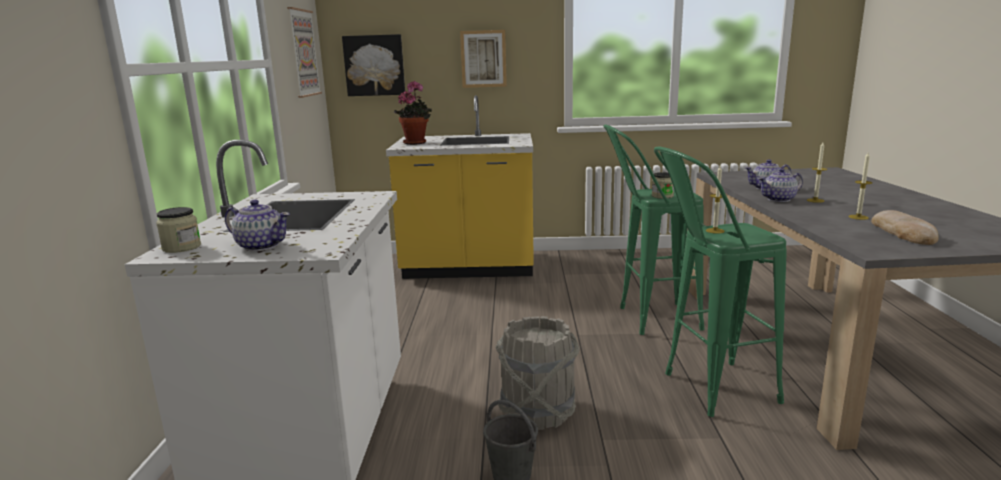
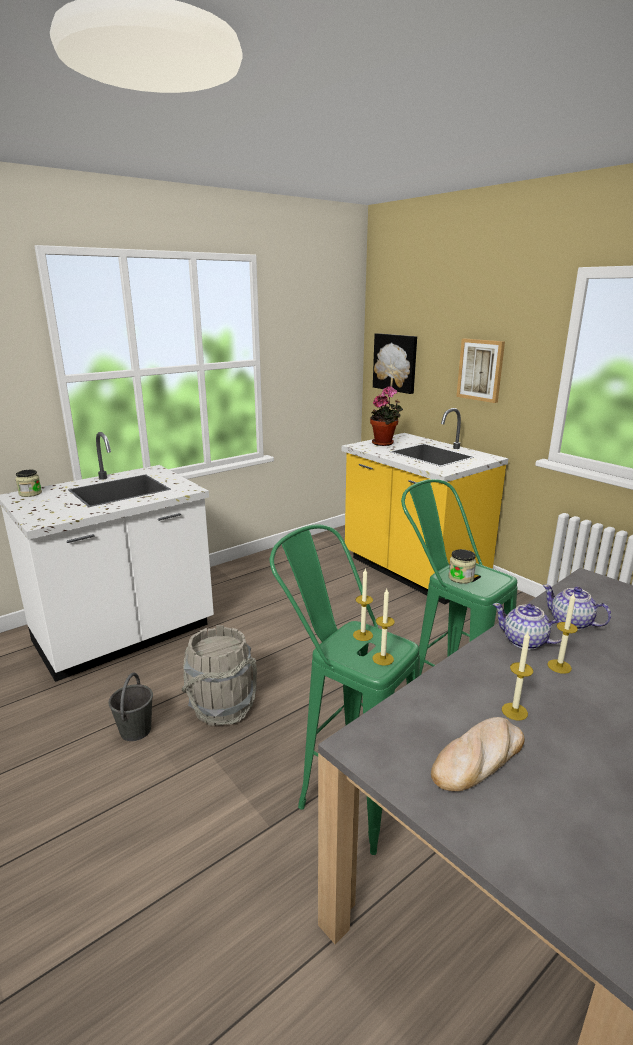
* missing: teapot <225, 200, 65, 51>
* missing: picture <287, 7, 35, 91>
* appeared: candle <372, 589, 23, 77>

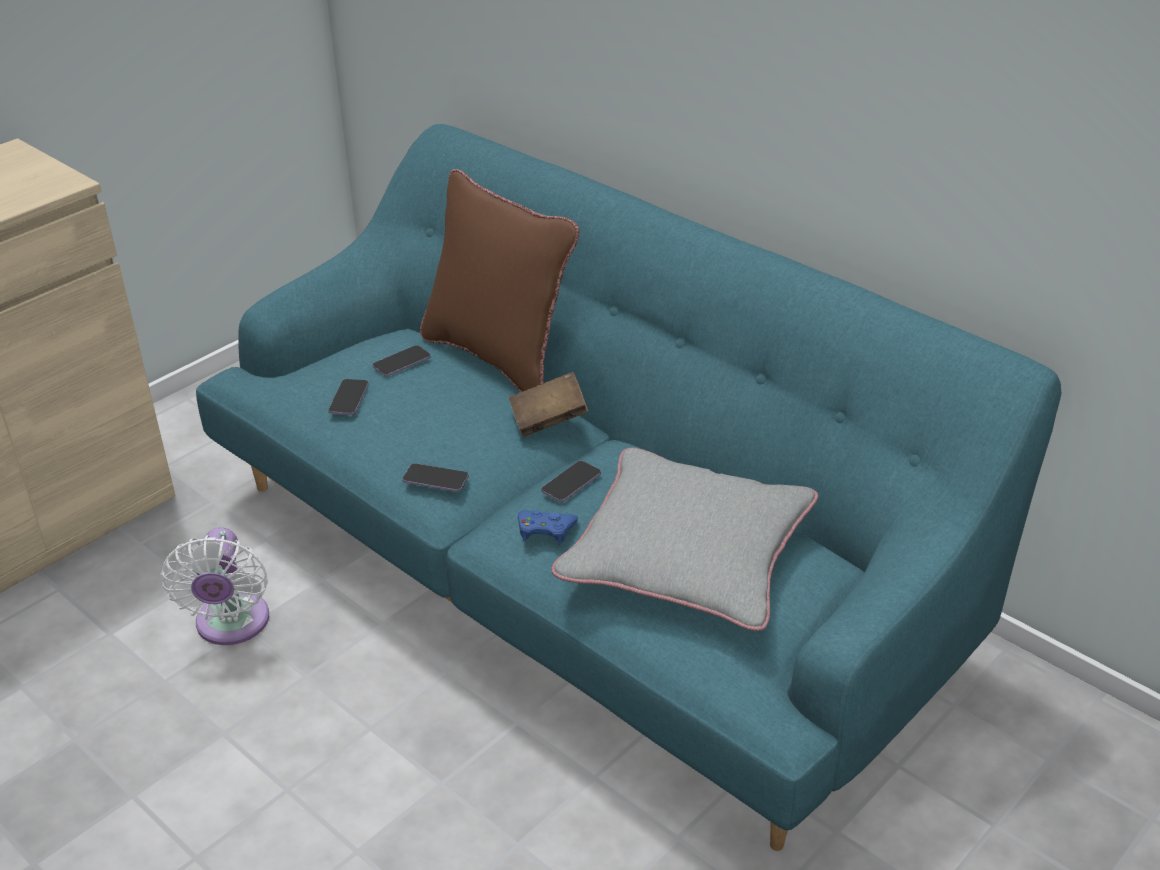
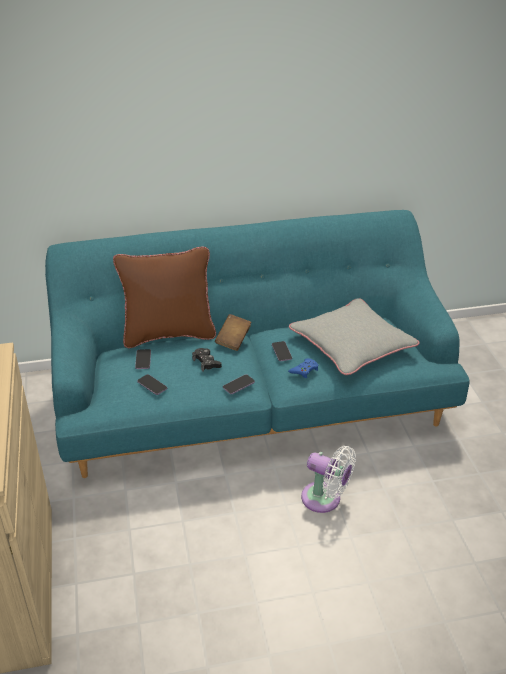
* relocated: white_fan <160, 527, 109, 118> to <301, 446, 55, 67>
* appeared: black_game_controller <192, 348, 30, 23>

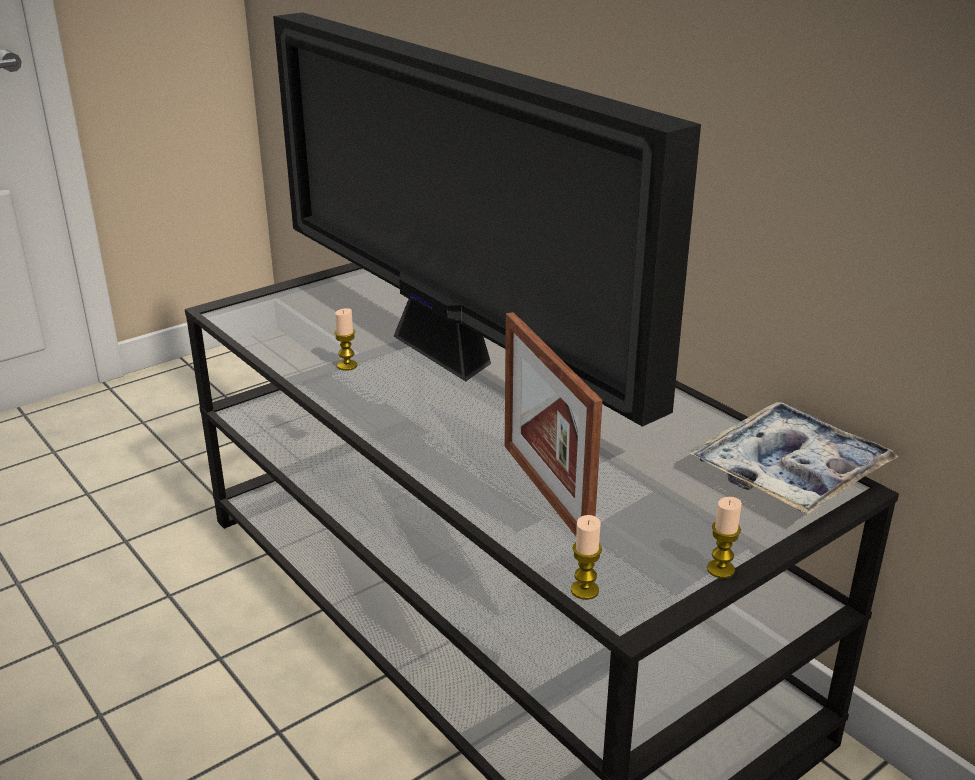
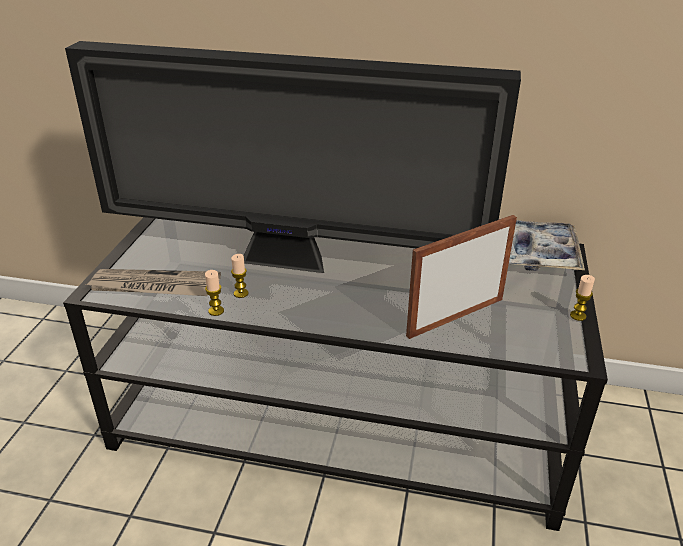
* spun: picture_frame <505, 312, 98, 224> = <406, 215, 111, 124> 120 degrees clockwise
* relocated: candle <571, 515, 31, 85> to <205, 270, 19, 46>
* appeared: newspaper <84, 269, 137, 27>

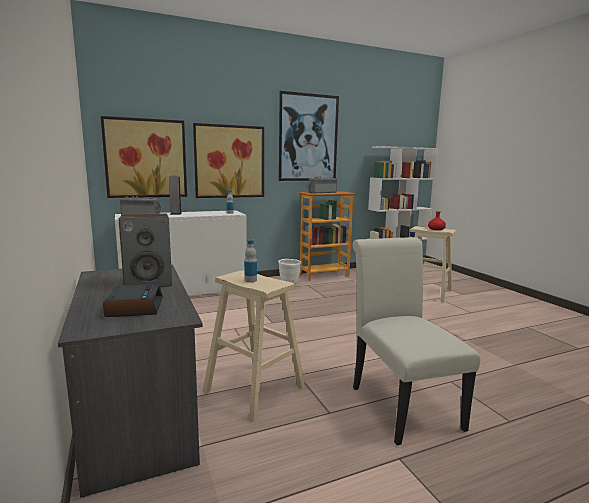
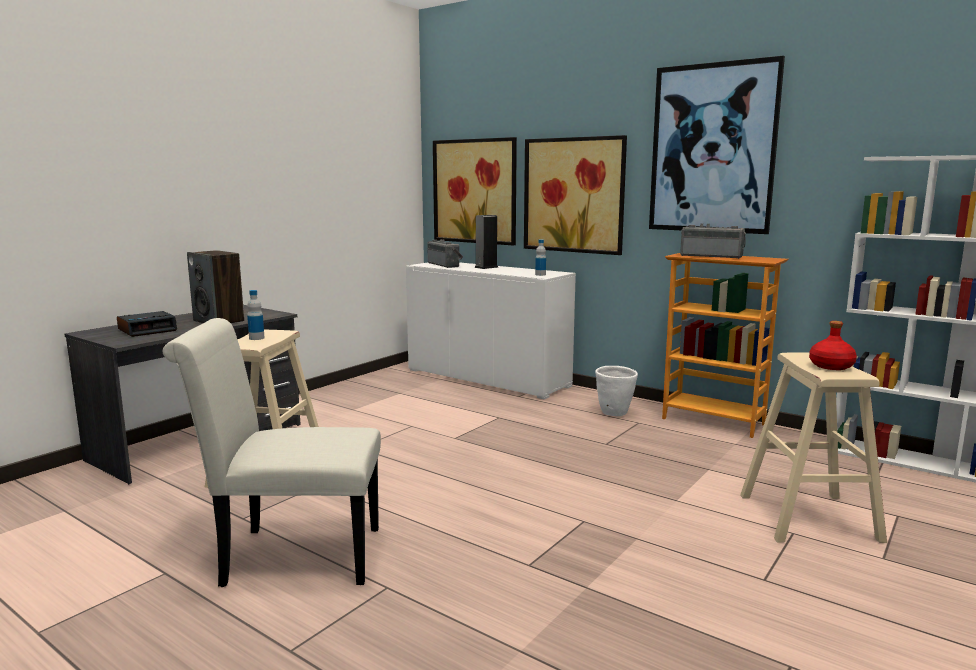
* spun: white_chair <353, 237, 127, 208> = <163, 318, 218, 269> 135 degrees counterclockwise

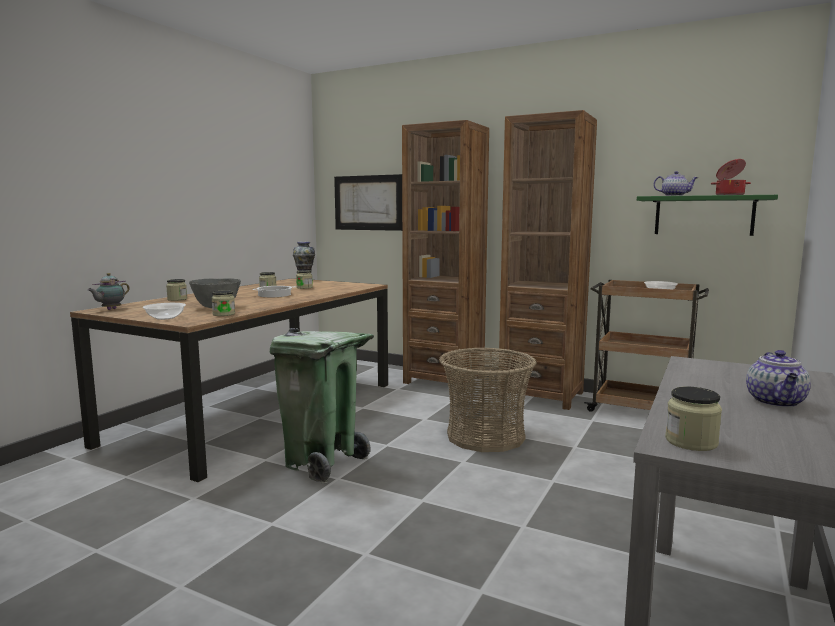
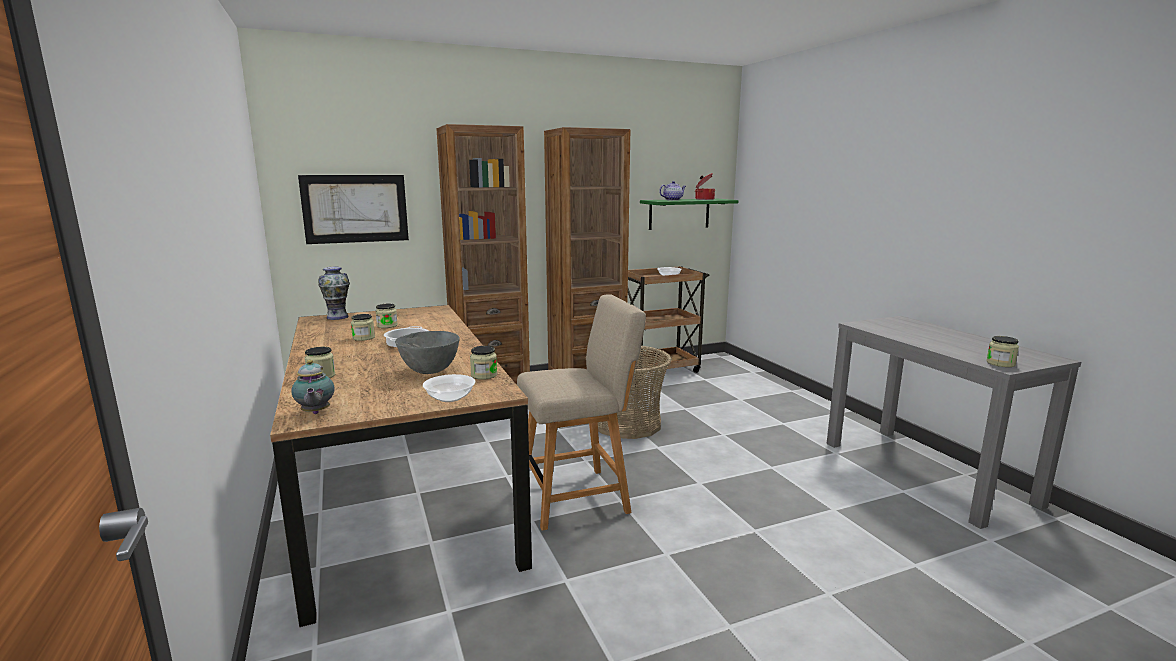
* exchanged: green_trash_can <270, 328, 104, 156> to beige_chair <517, 294, 129, 237>
* missing: teapot <746, 350, 65, 58>

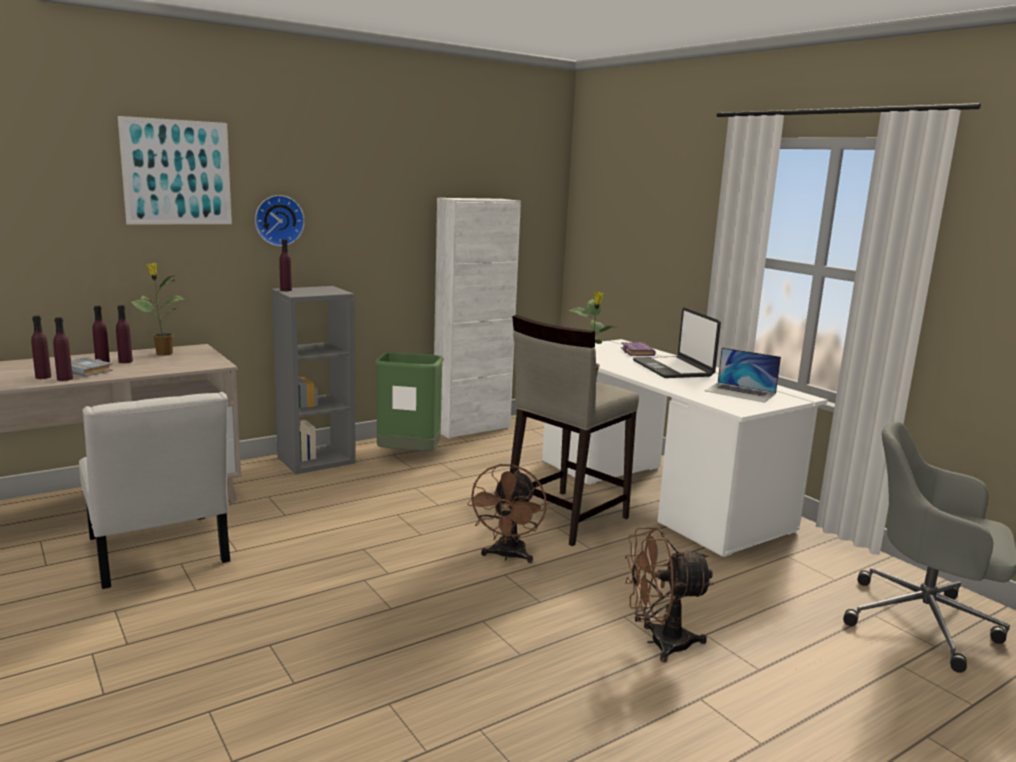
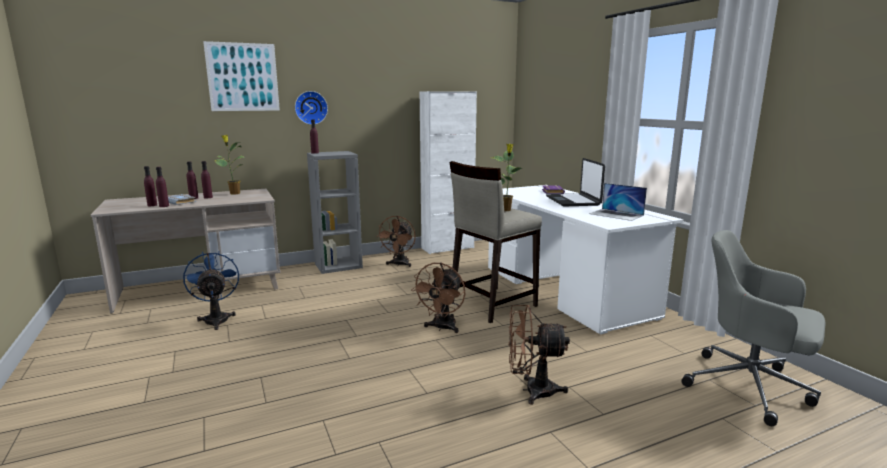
* exchanged: white_chair <79, 392, 151, 197> to blue_fan <183, 252, 56, 78>
* exchanged: green_trash_can <375, 352, 69, 99> to brown_fan <376, 216, 40, 51>

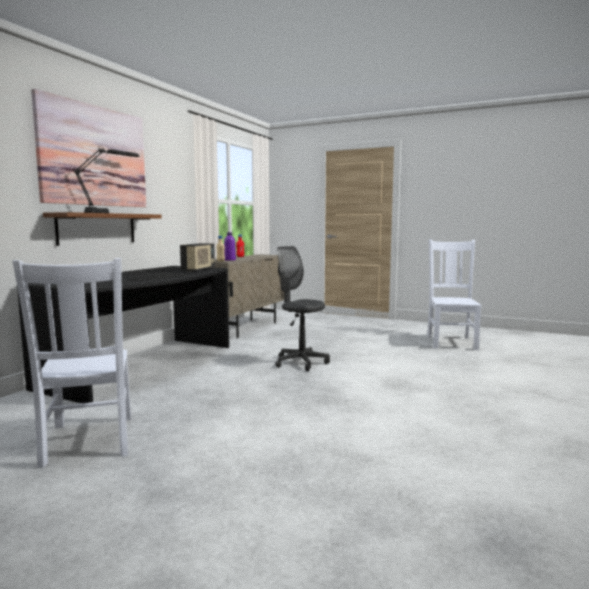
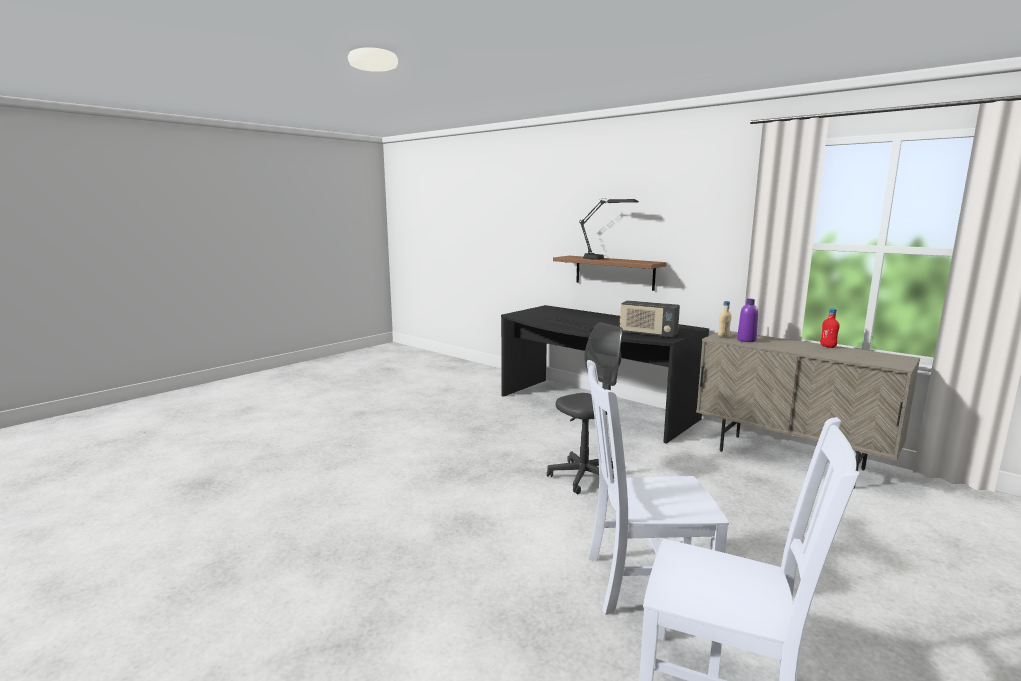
* relocated: white_chair <12, 258, 119, 210> to <587, 360, 142, 255>
* missing: picture <31, 89, 115, 118>

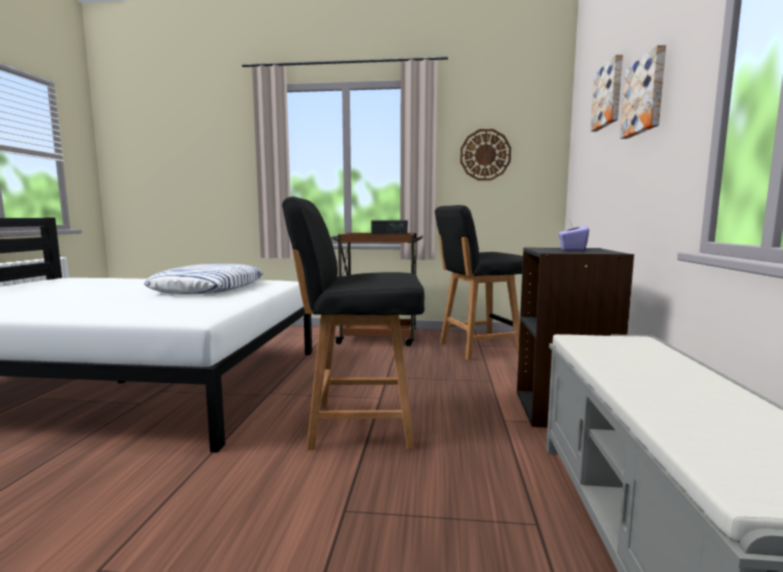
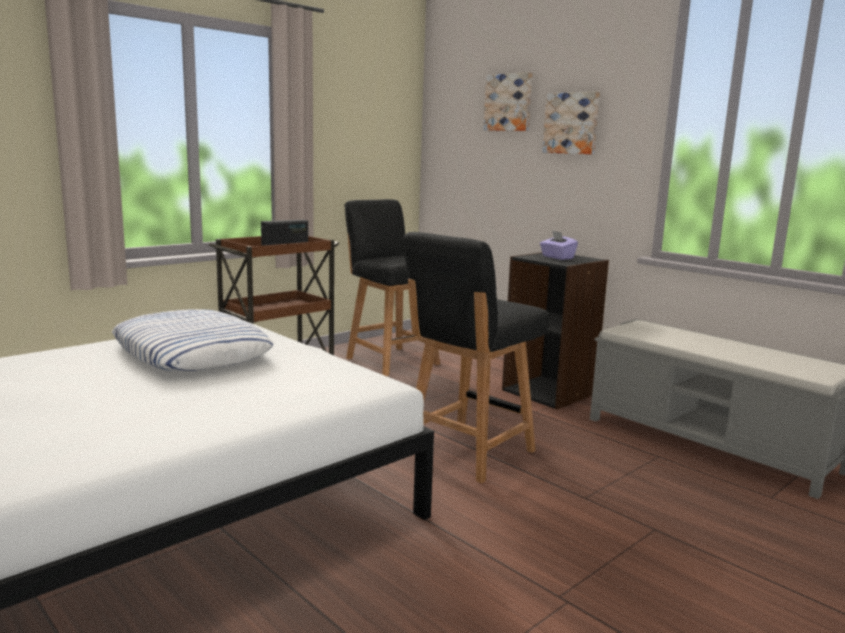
* spun: black_chair <435, 205, 88, 155> = <344, 199, 96, 177> 120 degrees clockwise
* missing: wall_clock <460, 129, 51, 52>

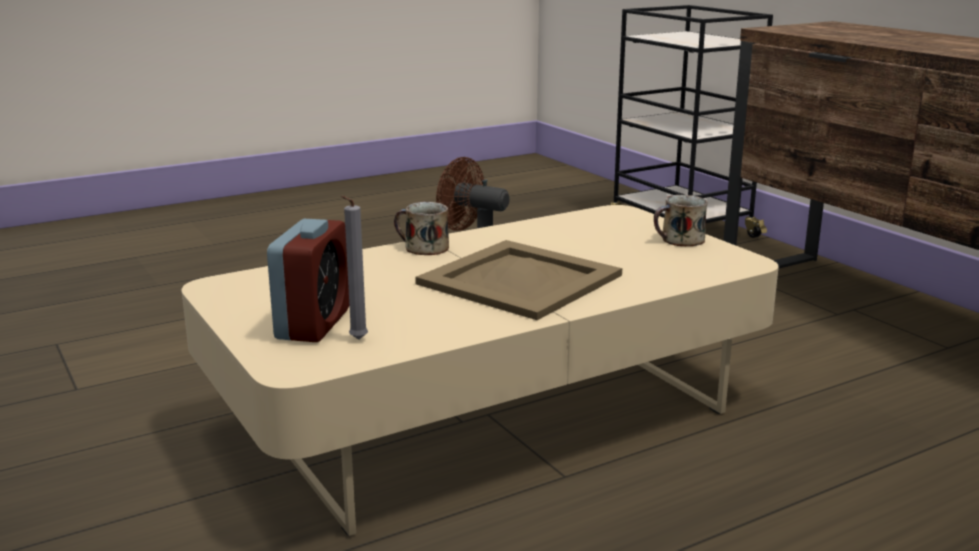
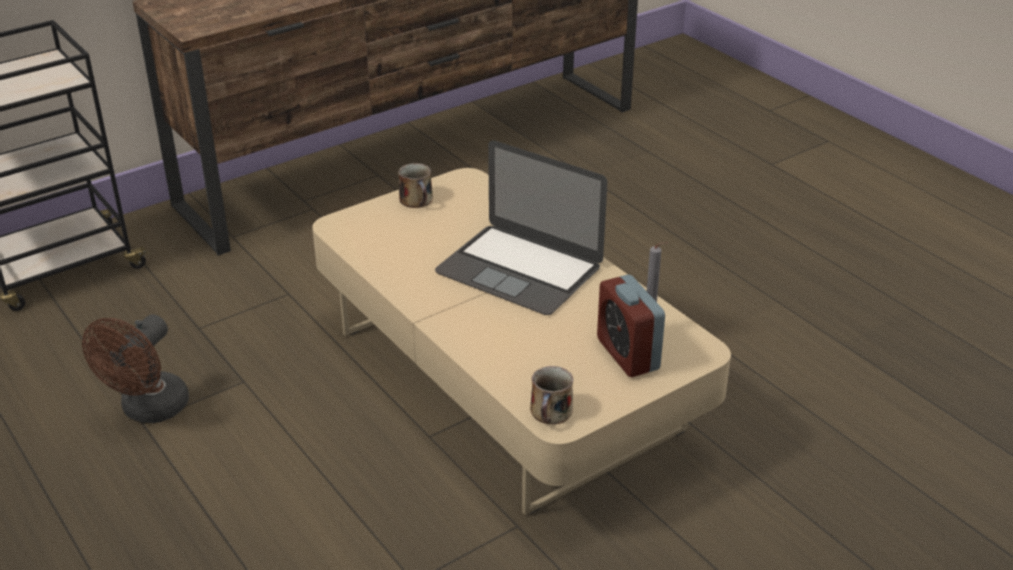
* spun: alarm_clock <267, 219, 82, 123> = <597, 275, 68, 102> 120 degrees counterclockwise
* relocated: mug <394, 202, 55, 53> to <530, 366, 43, 58>
* exchanged: beige_tray <415, 240, 207, 80> to laptop <435, 140, 172, 175>

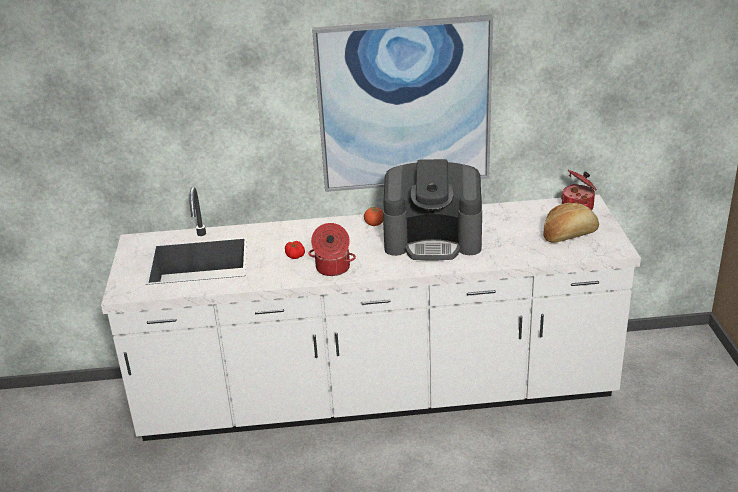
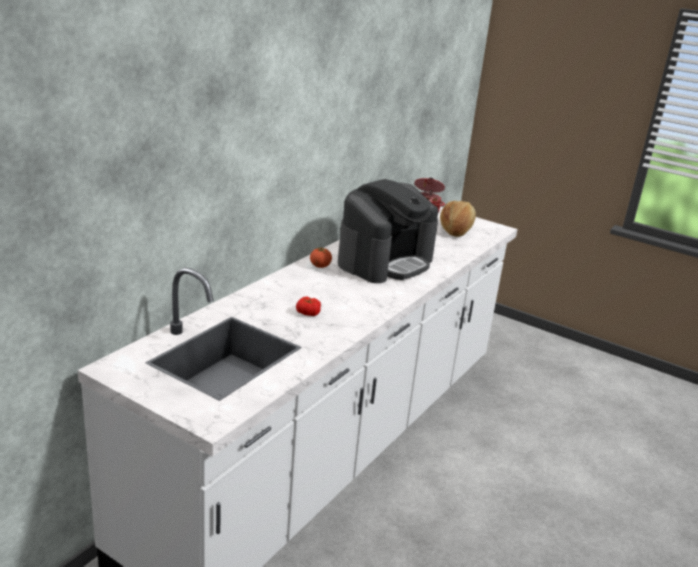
* missing: cooking_pot <308, 223, 48, 53>
* missing: picture <312, 15, 181, 177>

